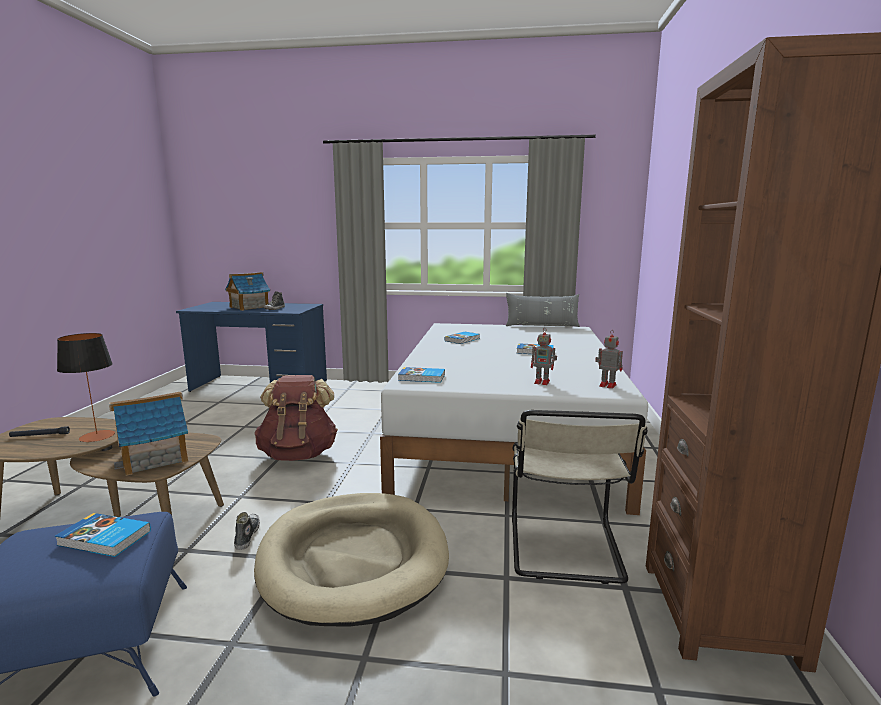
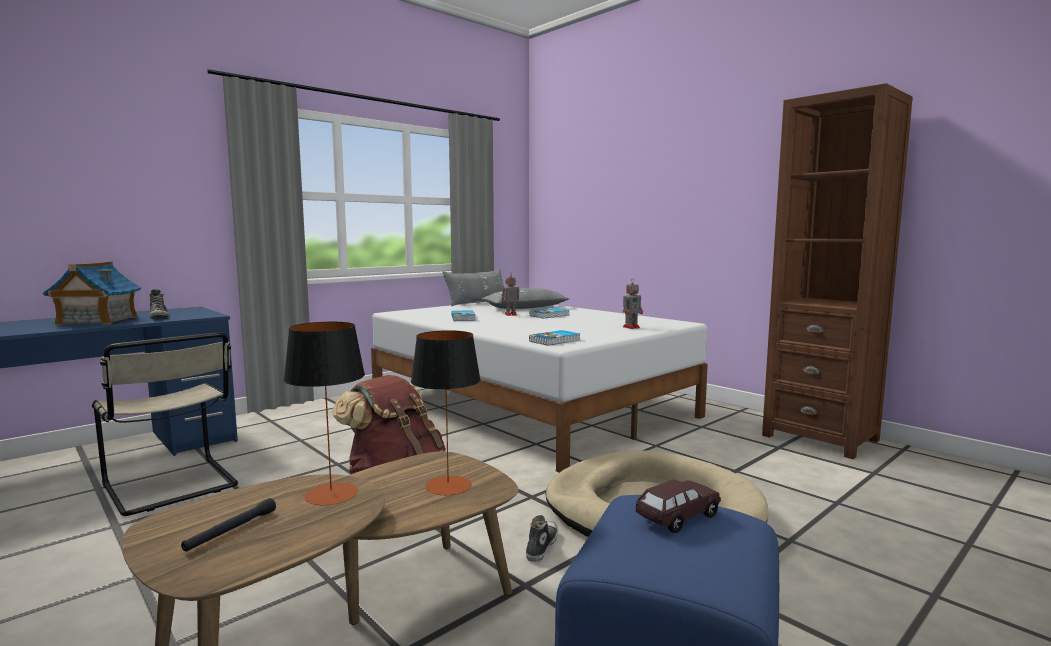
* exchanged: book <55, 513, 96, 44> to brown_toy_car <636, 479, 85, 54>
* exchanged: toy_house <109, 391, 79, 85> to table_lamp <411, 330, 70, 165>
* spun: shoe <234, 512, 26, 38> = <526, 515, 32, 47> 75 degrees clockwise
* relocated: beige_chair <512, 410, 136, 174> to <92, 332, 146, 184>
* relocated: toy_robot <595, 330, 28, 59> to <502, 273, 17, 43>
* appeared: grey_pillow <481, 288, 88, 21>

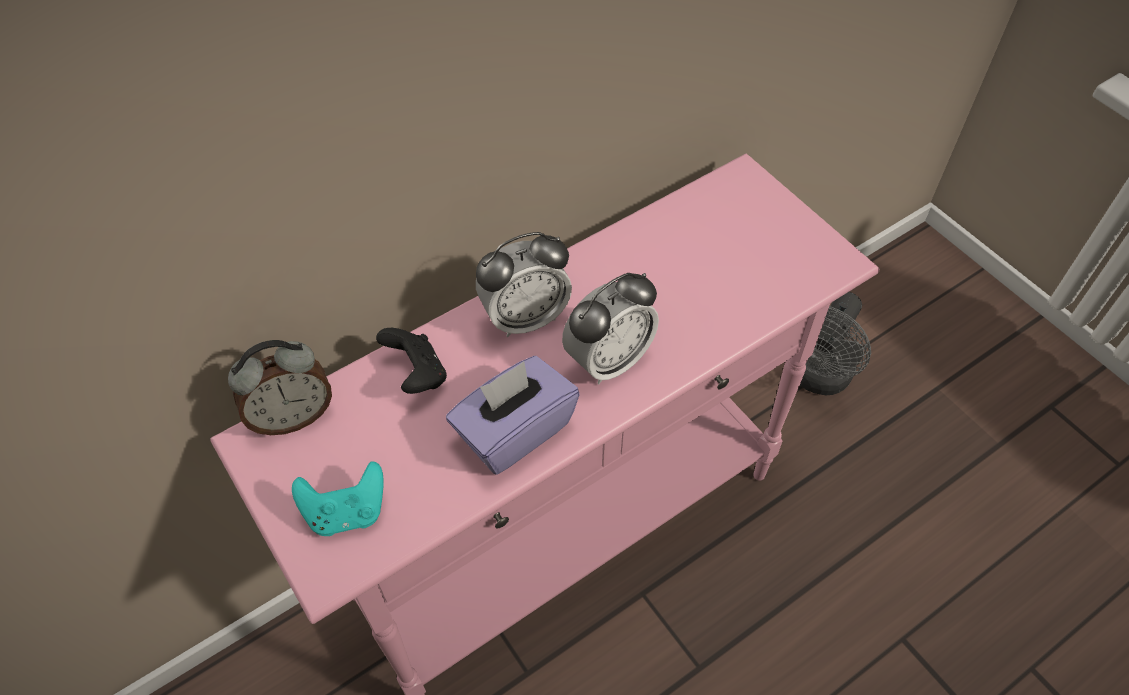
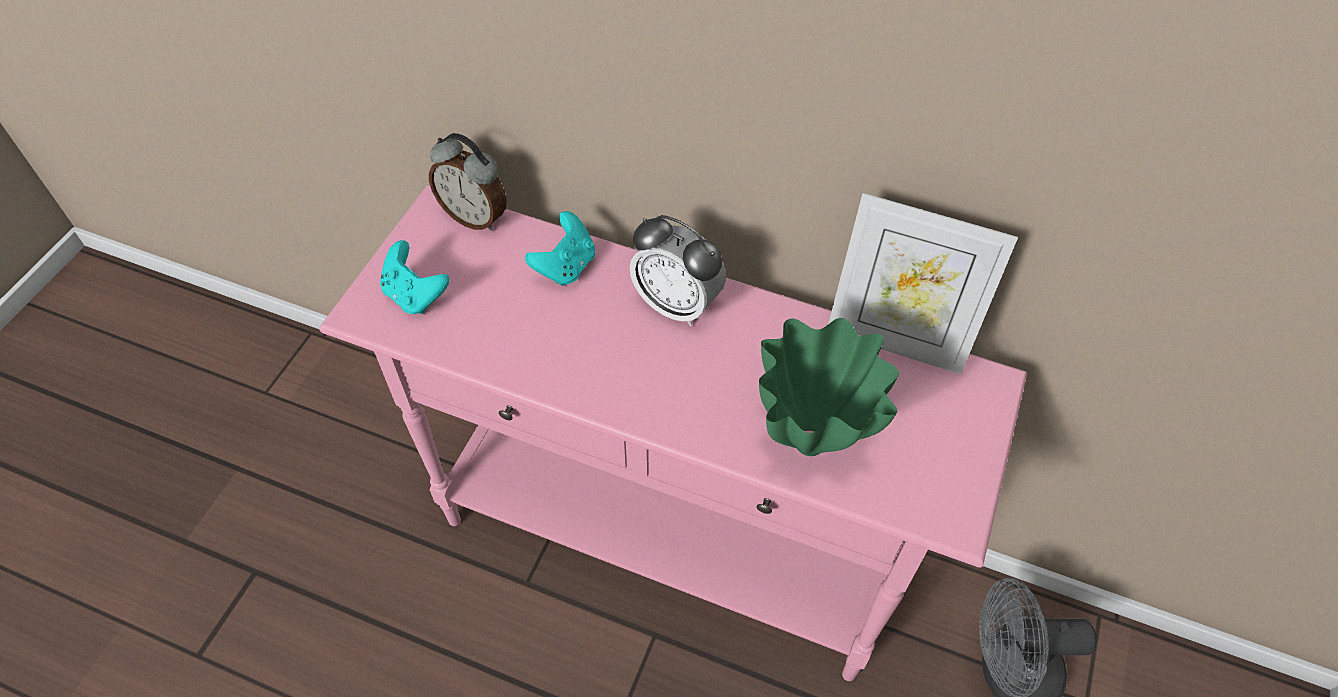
* colour: black_game_controller <376, 328, 71, 66> to turquoise_game_controller <525, 211, 70, 75>
* missing: purple_tissue_box <446, 356, 134, 119>
* missing: alarm_clock <562, 273, 97, 111>
* appeared: green_vase <759, 318, 140, 138>
* appeared: picture_frame <828, 193, 190, 181>

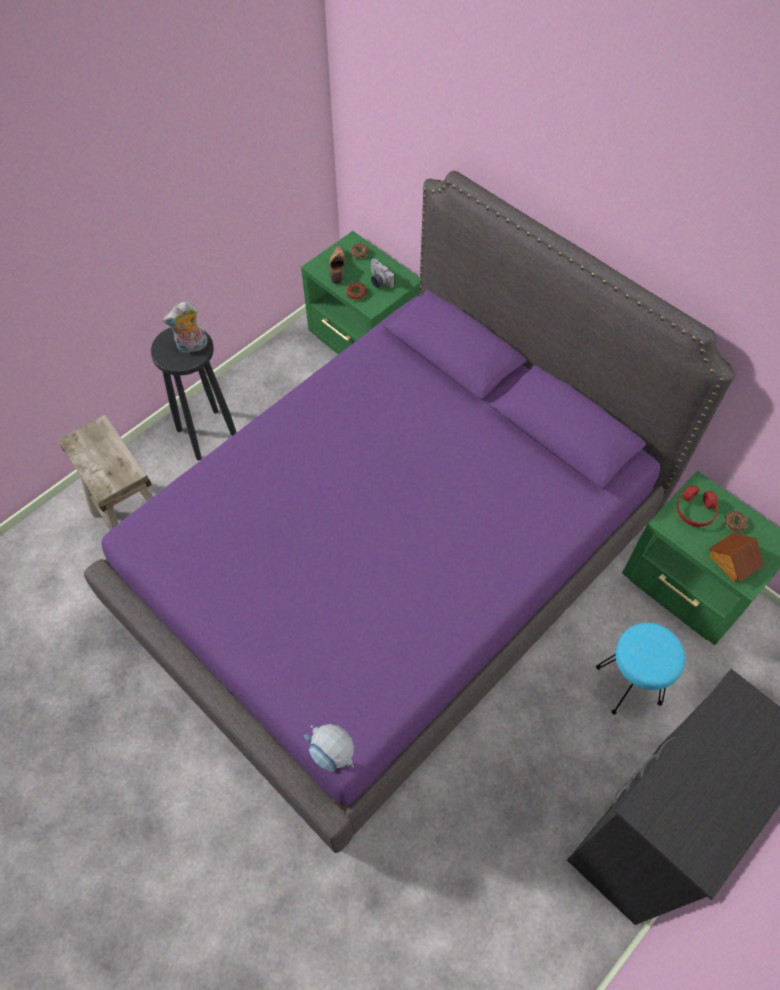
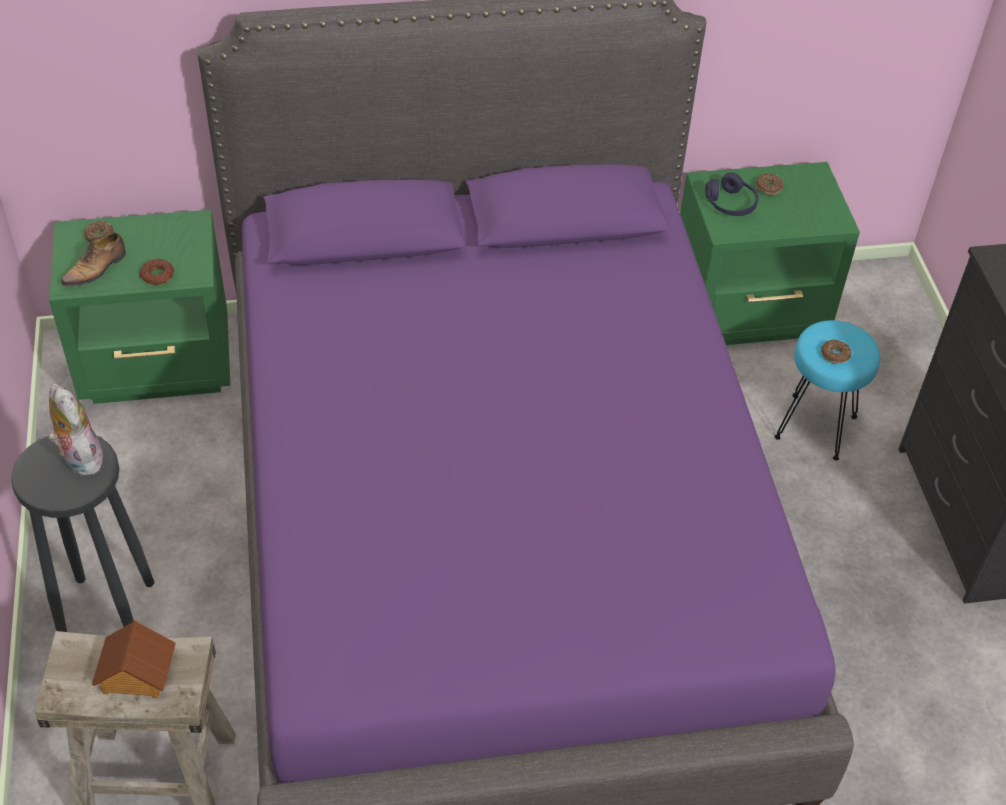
* spun: plush_toy <163, 301, 44, 53> = <48, 384, 57, 92> 135 degrees clockwise
* missing: toy_robot <304, 724, 50, 47>
* spun: shoe <329, 245, 17, 39> = <61, 232, 65, 55> 90 degrees counterclockwise
* missing: photo_camera <371, 259, 24, 29>
* colour: red_headphones <677, 485, 41, 42> to purple_headphones <705, 172, 53, 44>
* relocated: toy_house <709, 533, 55, 49> to <92, 620, 84, 78>
* appeared: donut <821, 339, 30, 25>

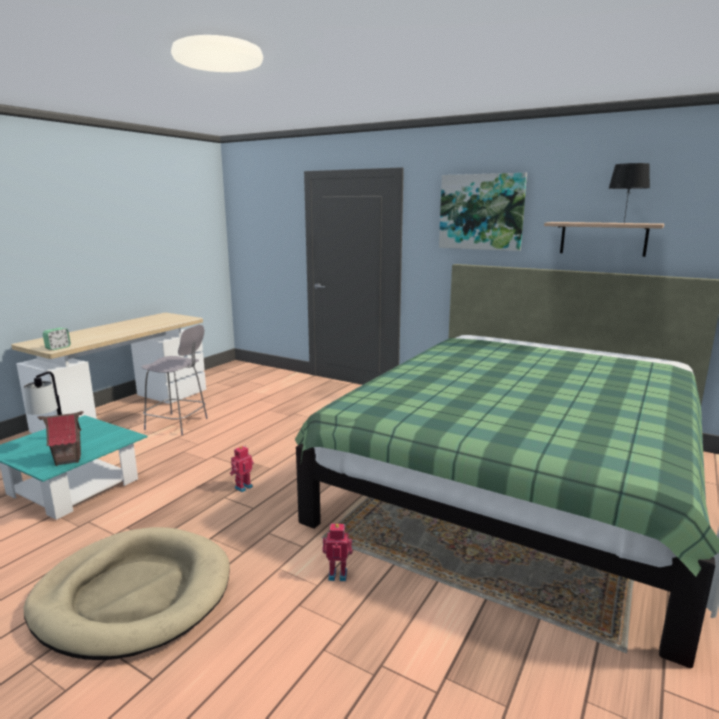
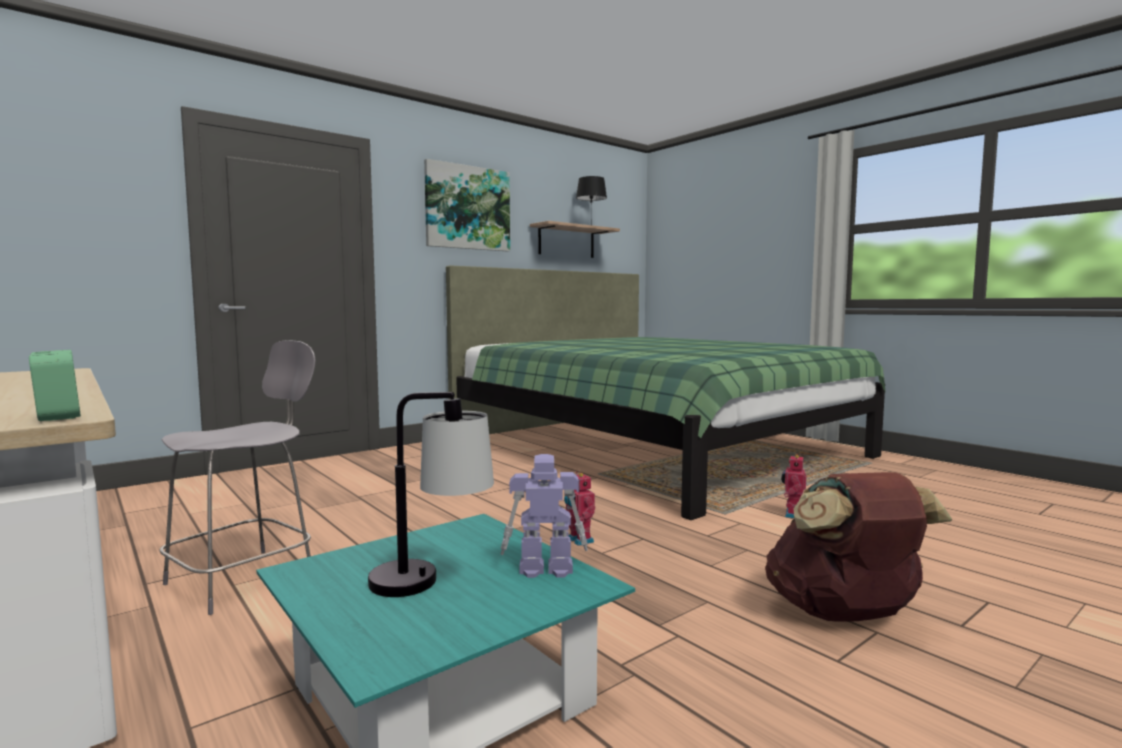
* exchanged: beige_dog_bed <24, 527, 206, 133> to brown_backpack <765, 472, 187, 150>
* exchanged: toy_house <37, 411, 47, 55> to toy_robot <501, 454, 87, 124>

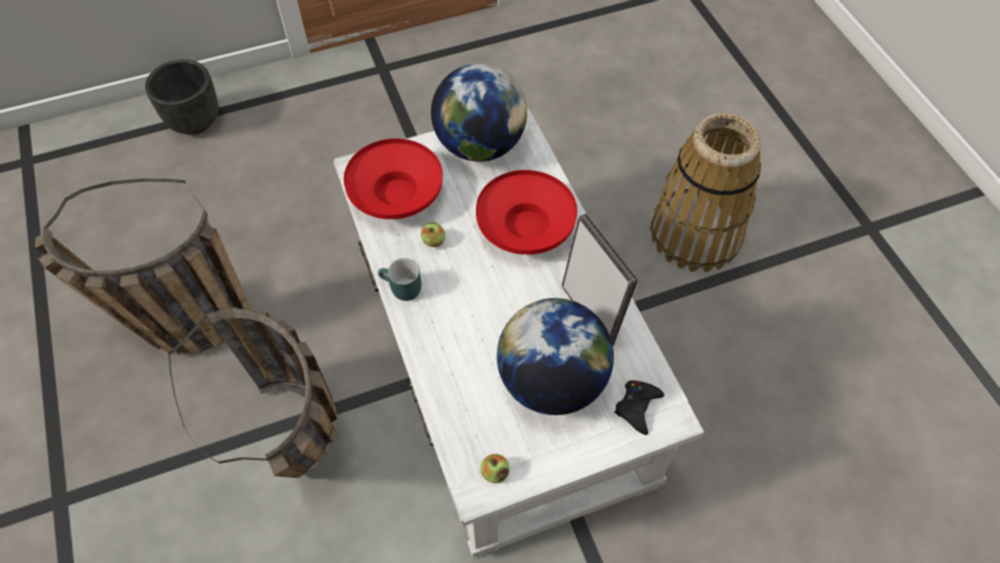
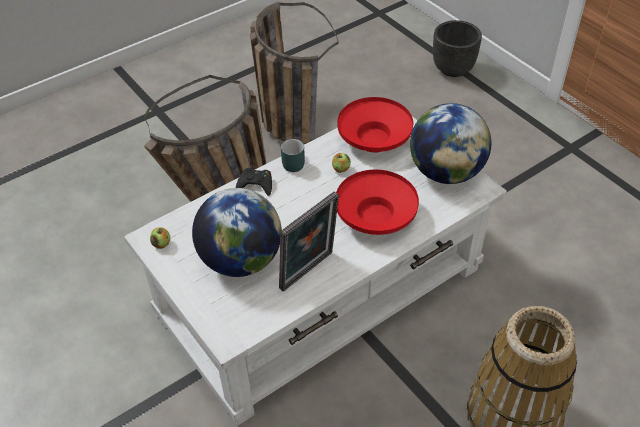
* relocated: black_game_controller <614, 380, 50, 55> to <236, 168, 36, 28>

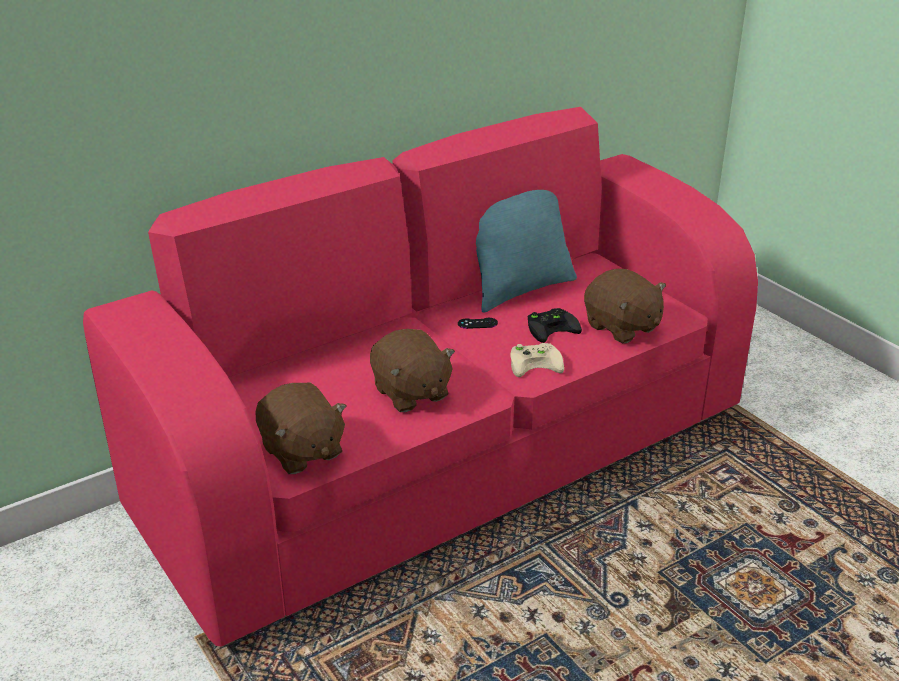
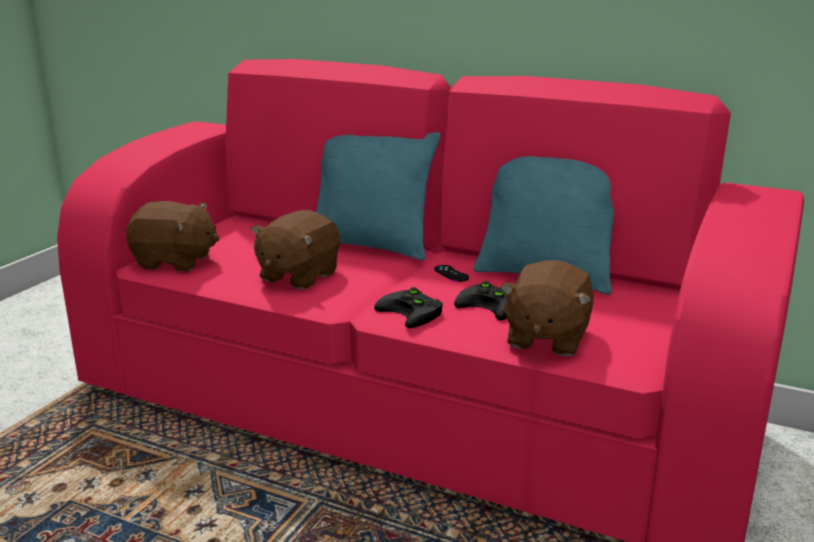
* spun: brown_plush_toy <256, 383, 90, 91> = <126, 201, 94, 70> 105 degrees counterclockwise
* colour: beige_game_controller <511, 343, 53, 34> to black_game_controller <374, 287, 69, 41>
* appeared: turquoise_pillow <316, 132, 125, 129>

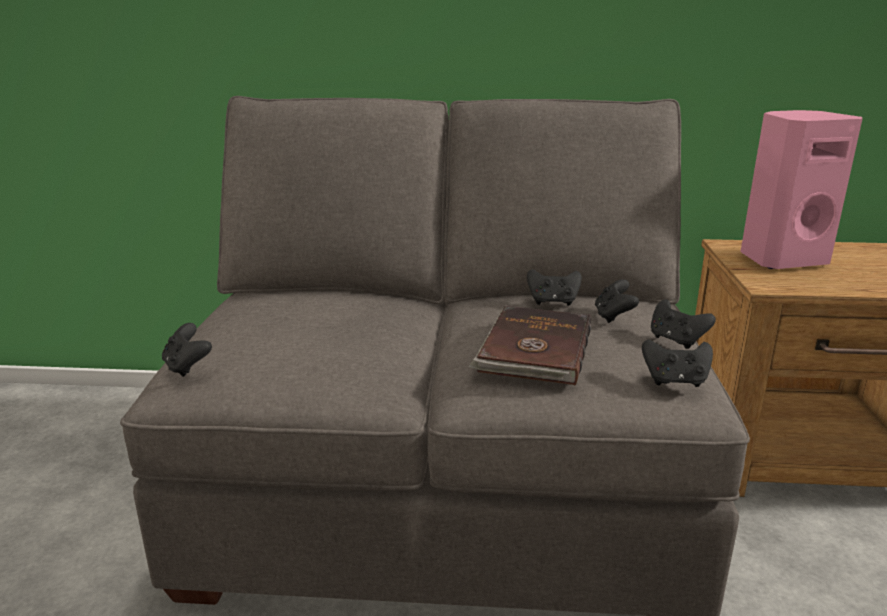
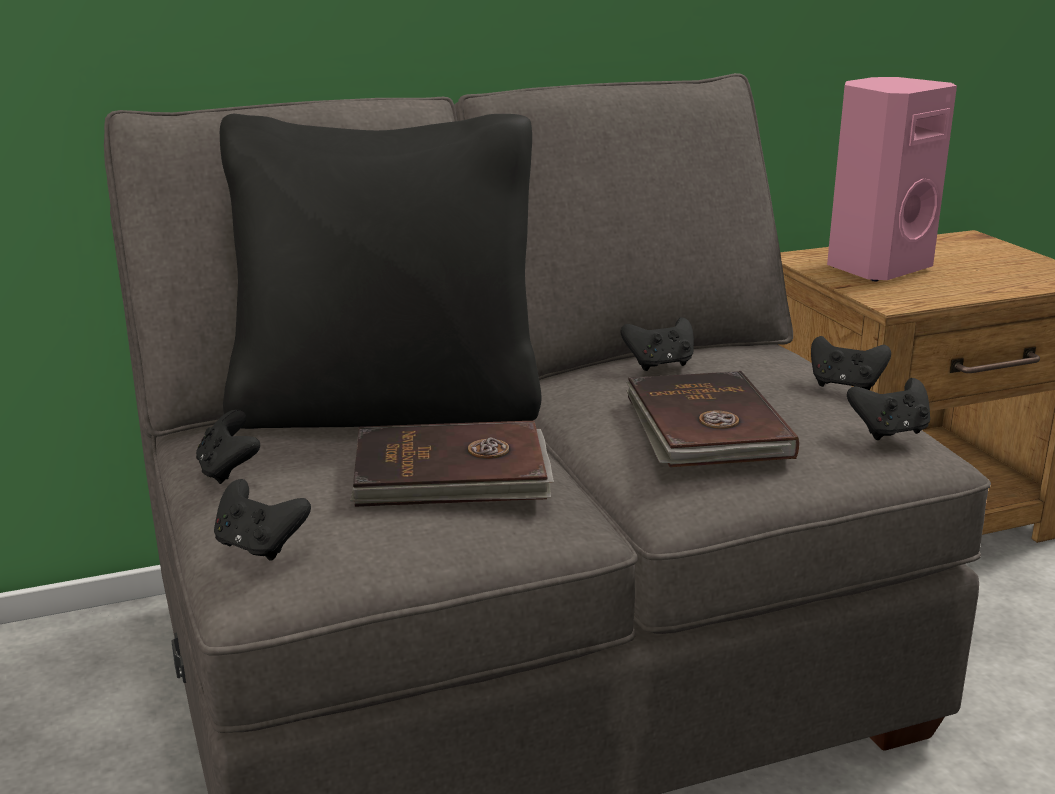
* relocated: black_game_controller <595, 279, 44, 44> to <196, 410, 64, 74>
* appeared: black_pillow <220, 114, 321, 315>
* appeared: brown_book <350, 421, 204, 86>

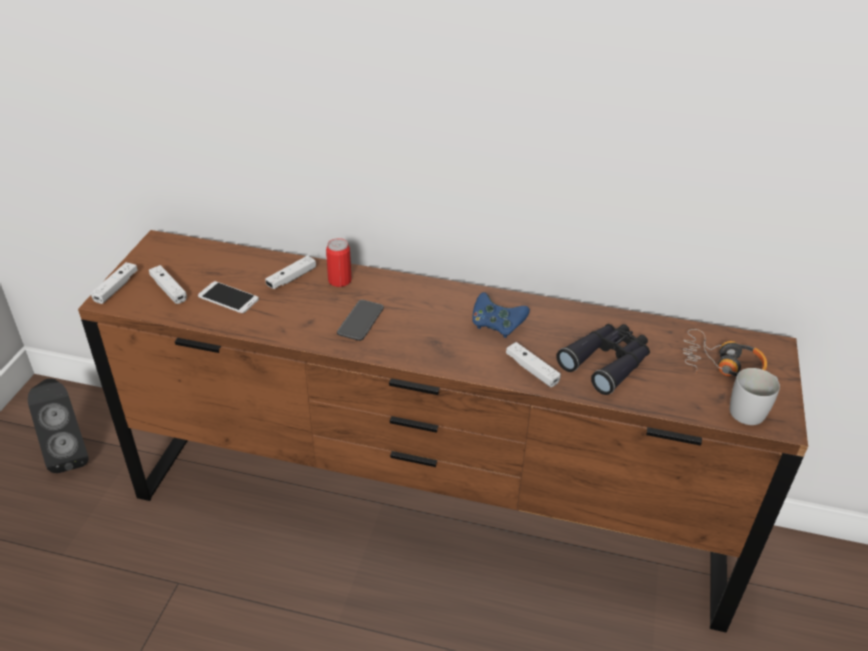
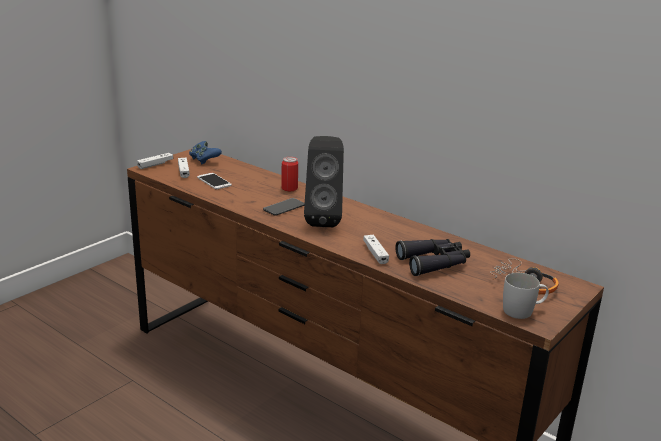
* relocated: black_speaker <28, 379, 61, 94> to <304, 136, 40, 91>
* missing: white_game_controller <265, 255, 51, 34>
* relocated: blue_game_controller <473, 292, 57, 46> to <189, 141, 33, 23>

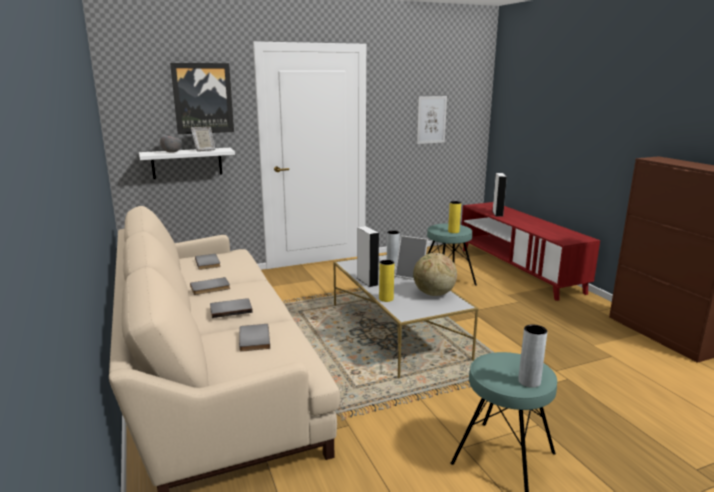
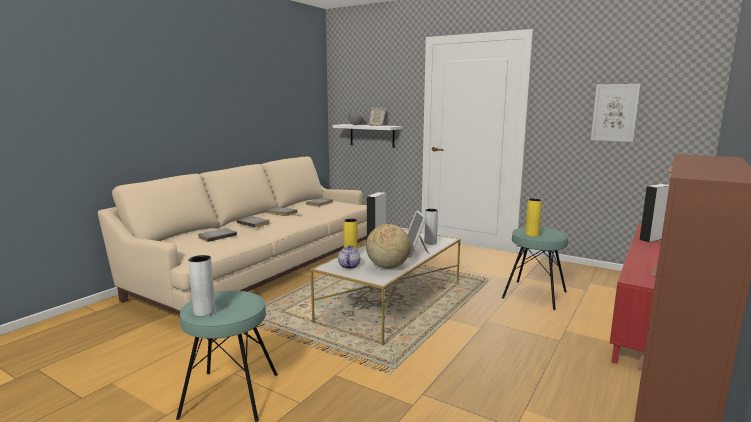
* missing: picture <170, 63, 64, 71>
* appeared: teapot <338, 245, 22, 24>

